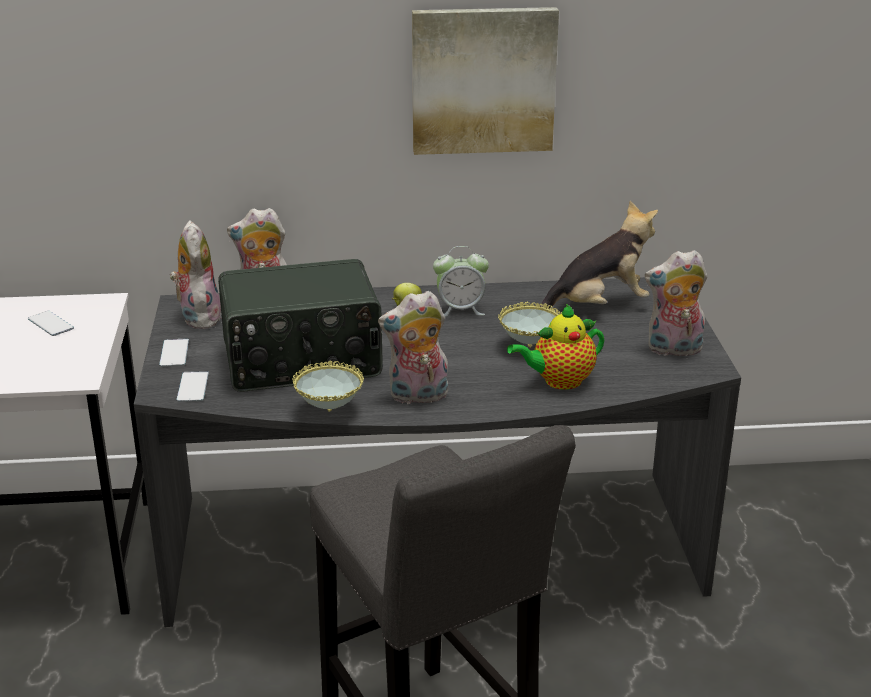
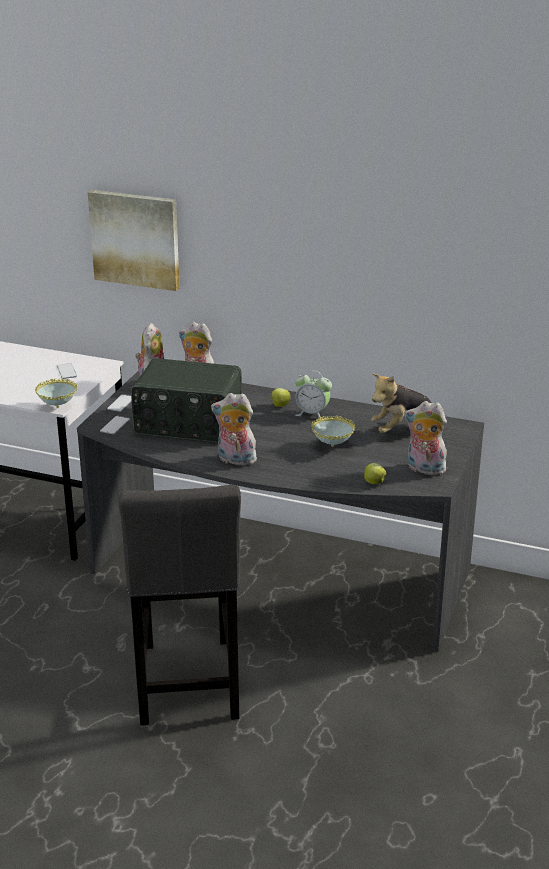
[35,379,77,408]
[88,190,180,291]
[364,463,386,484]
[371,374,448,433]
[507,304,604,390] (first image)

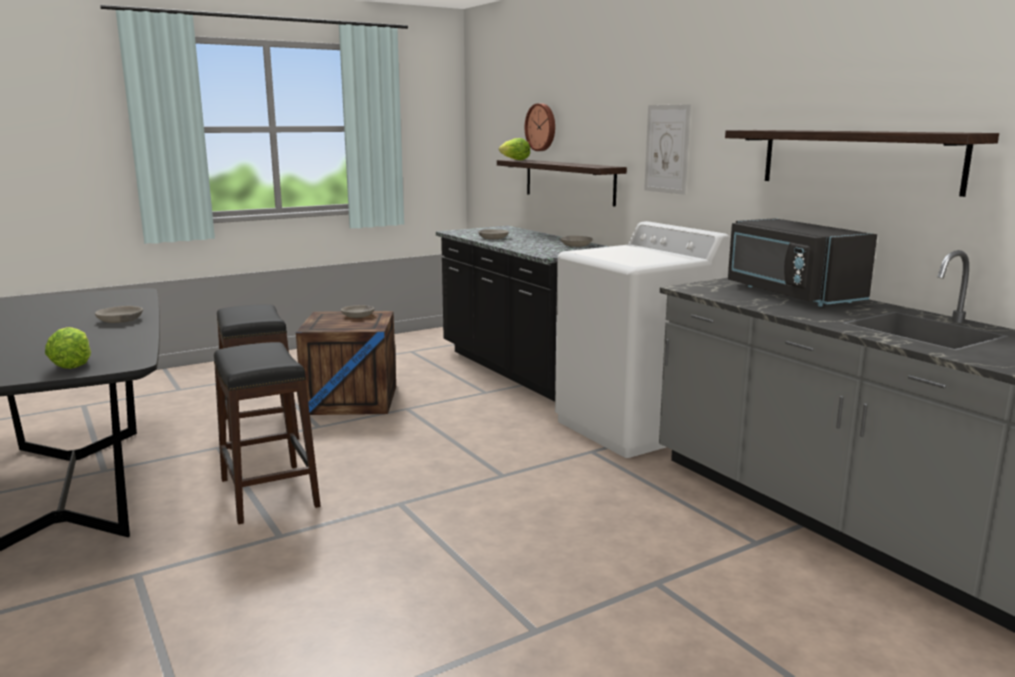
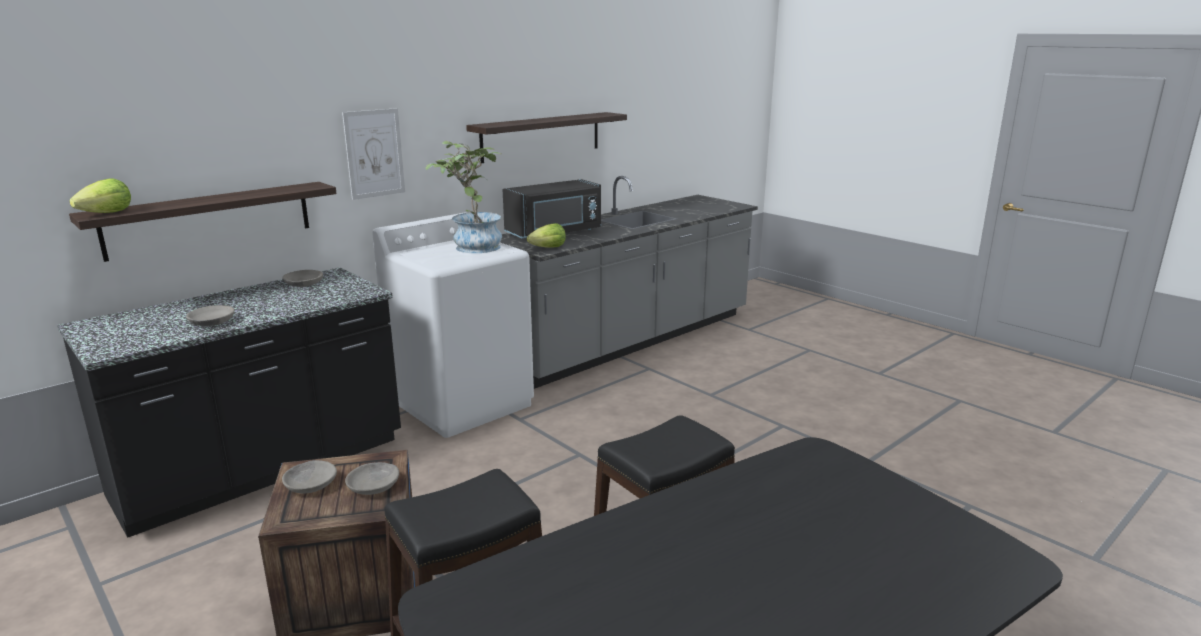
[345,462,399,495]
[426,141,502,253]
[527,223,566,248]
[525,103,555,151] (first image)

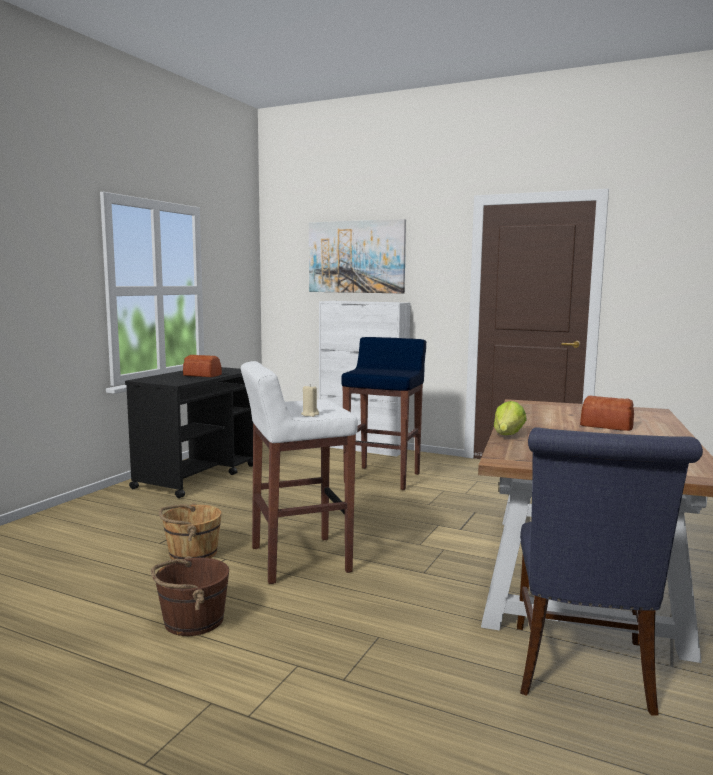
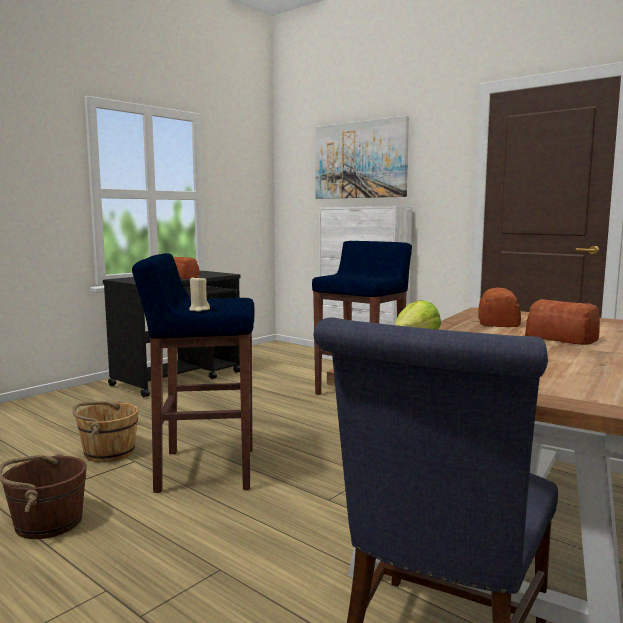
[132,253,255,493]
[478,288,521,327]

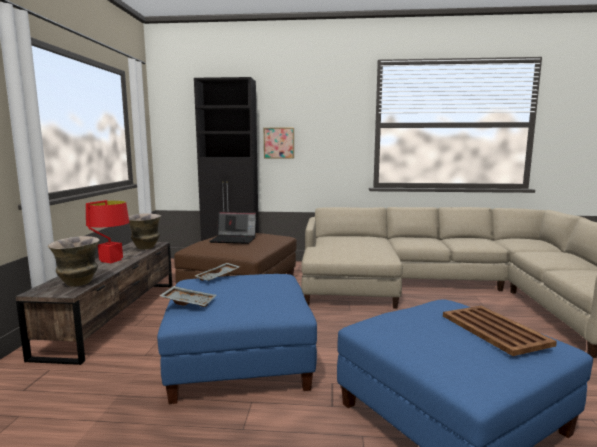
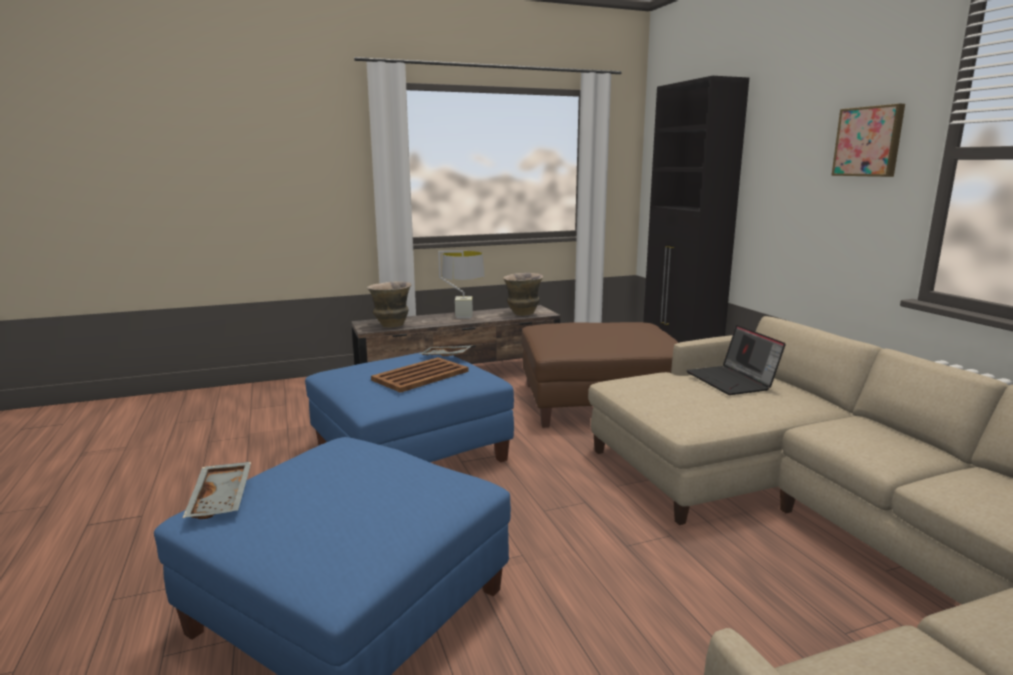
[183,462,251,519]
[371,357,469,393]
[438,251,485,319]
[686,325,786,395]
[831,104,905,177]

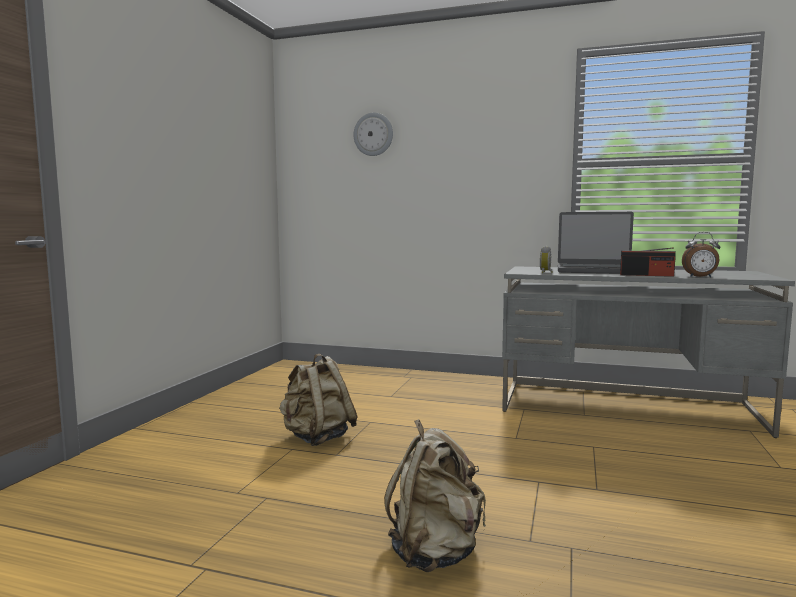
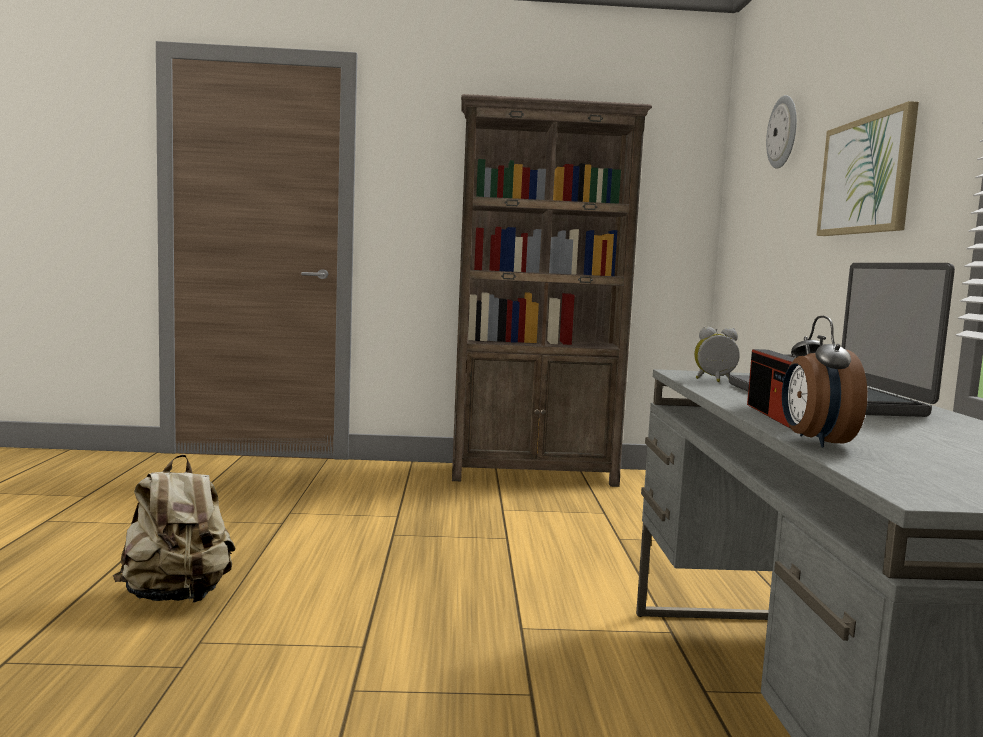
[452,94,652,487]
[816,101,919,236]
[279,354,358,446] (first image)

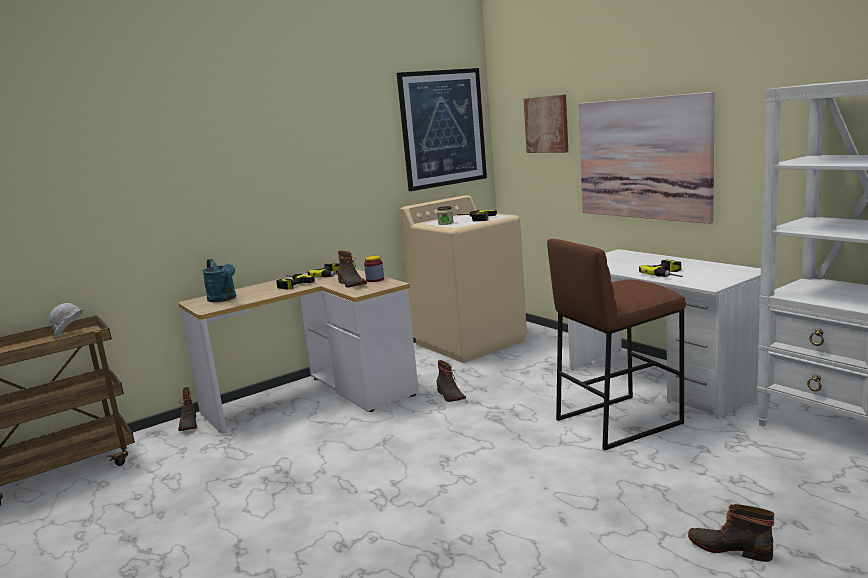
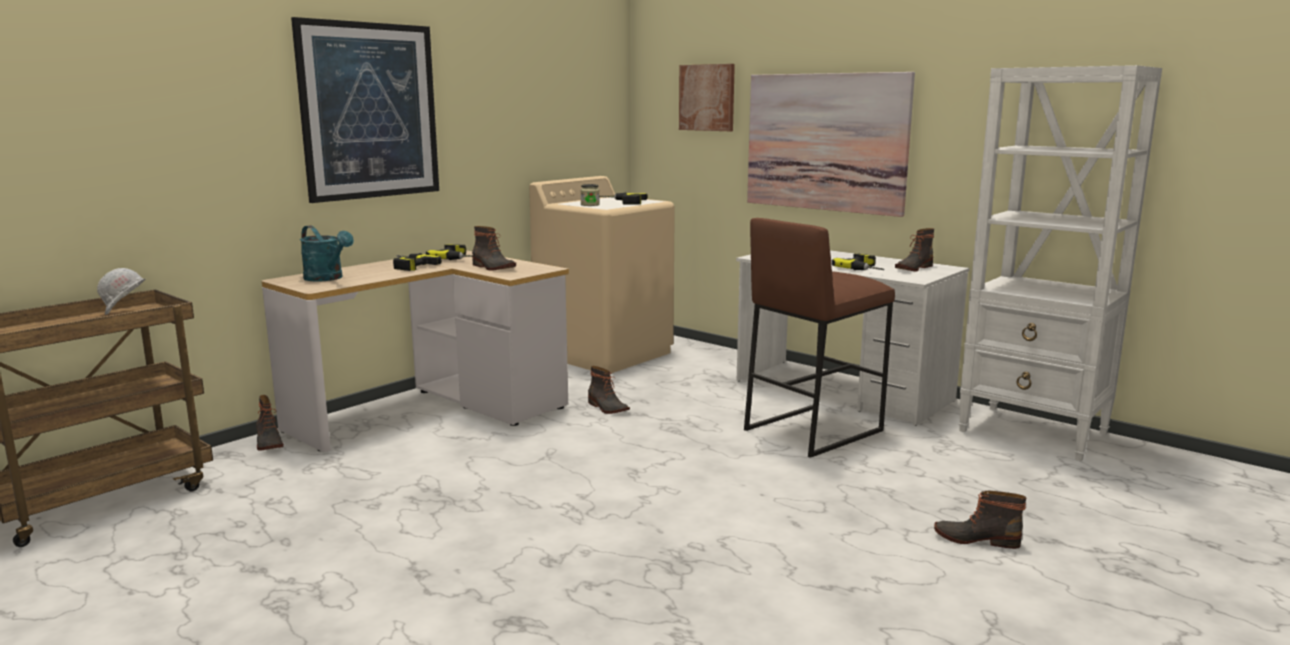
[291,17,439,203]
[895,228,934,271]
[364,256,384,282] (first image)

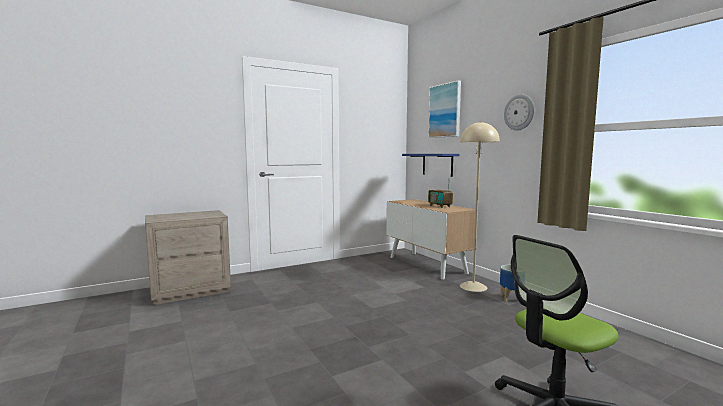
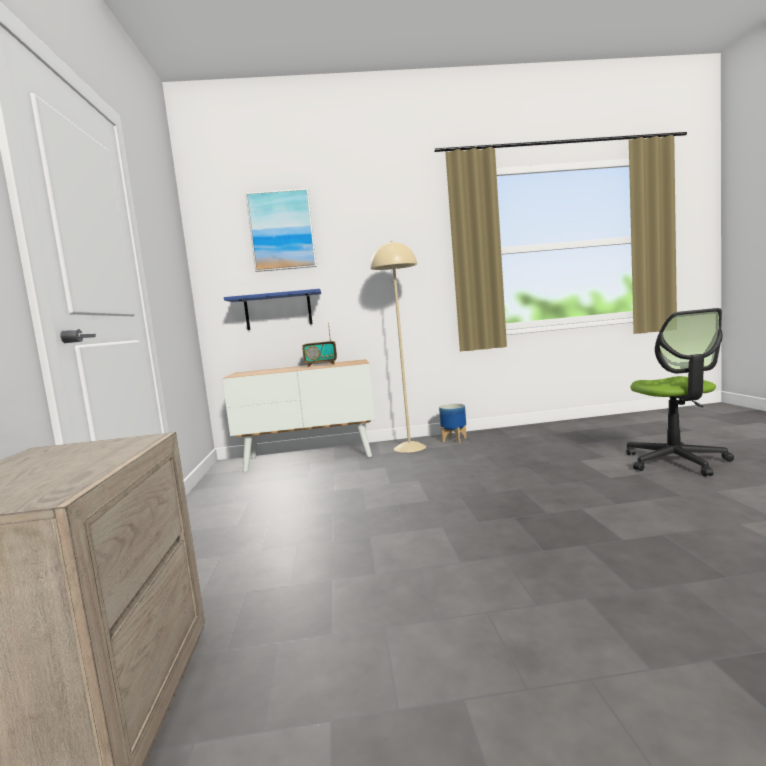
[504,94,534,131] (first image)

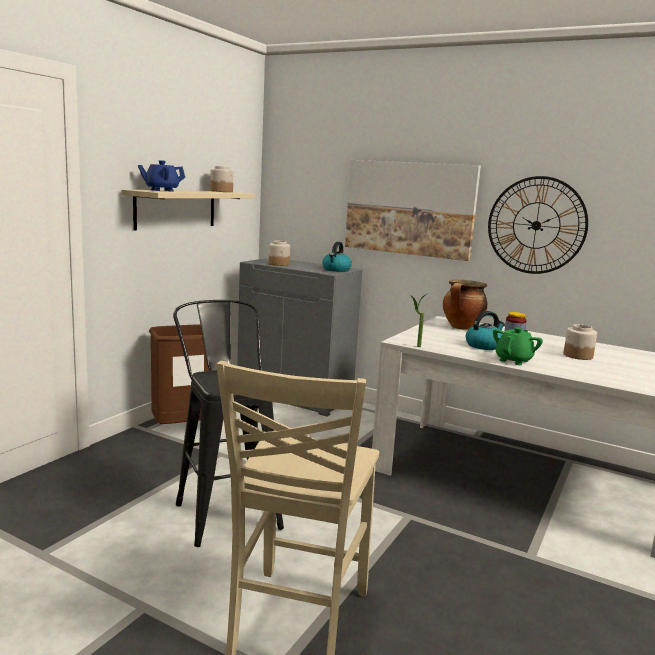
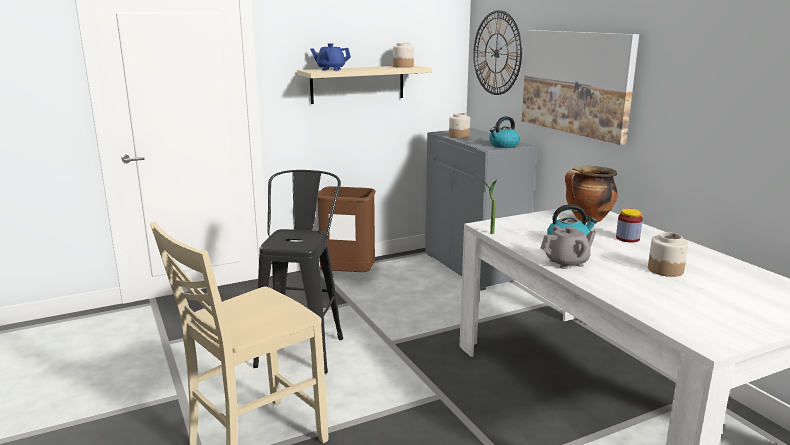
[473,10,522,95]
[541,225,596,269]

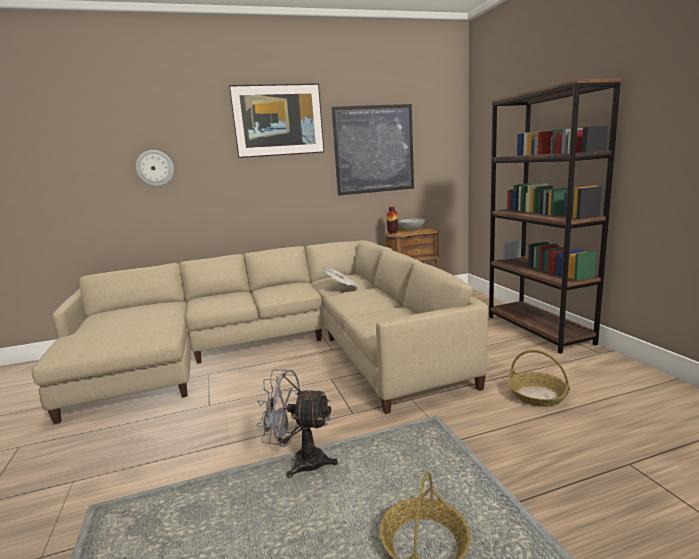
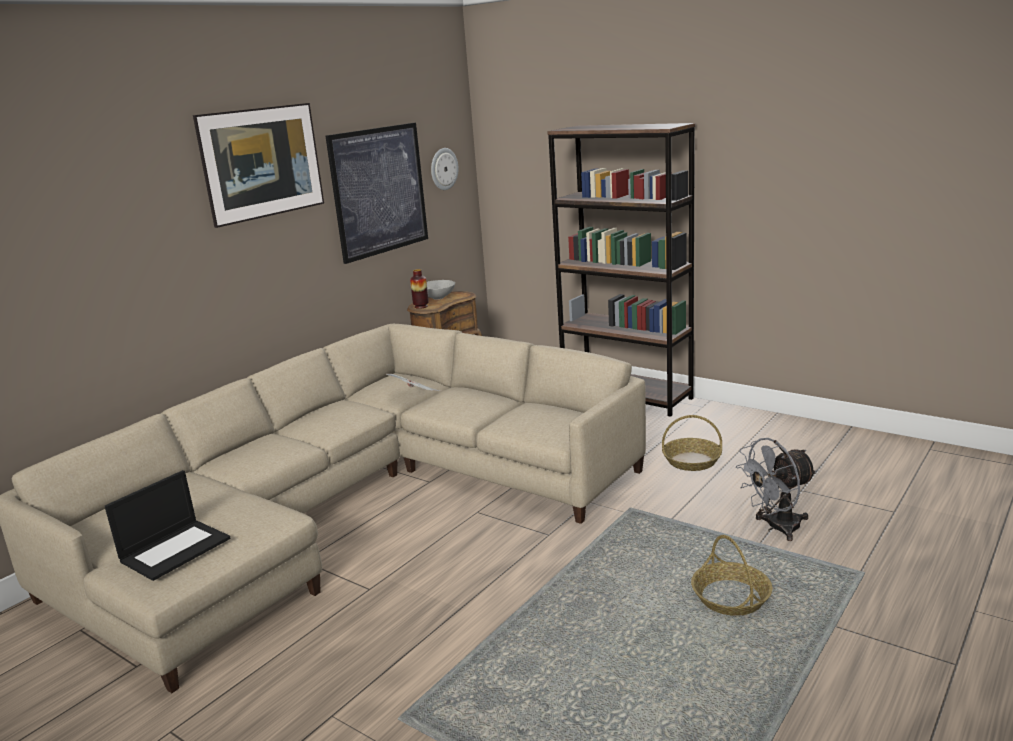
[105,470,231,581]
[431,148,459,190]
[736,438,817,541]

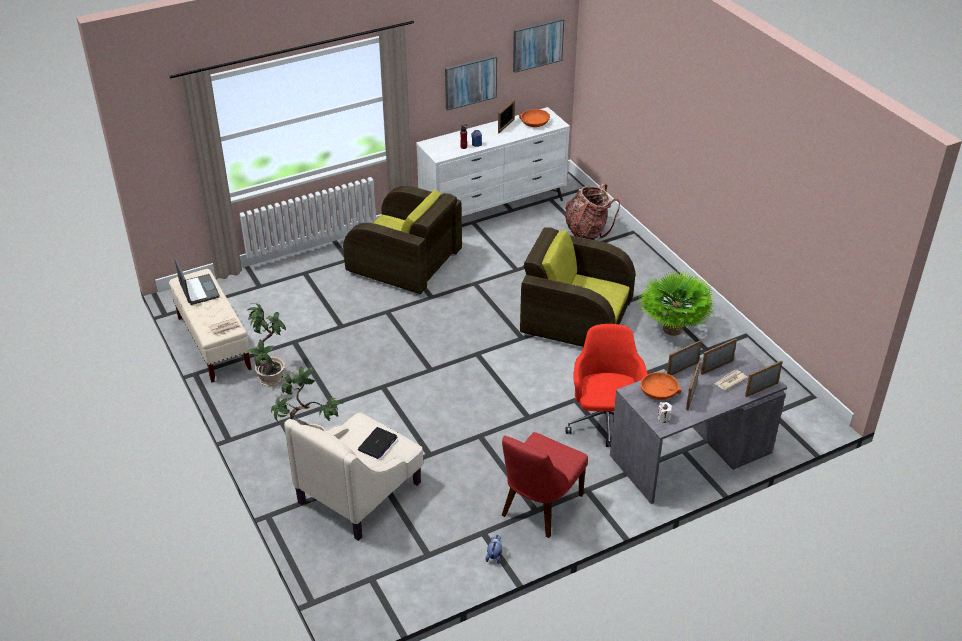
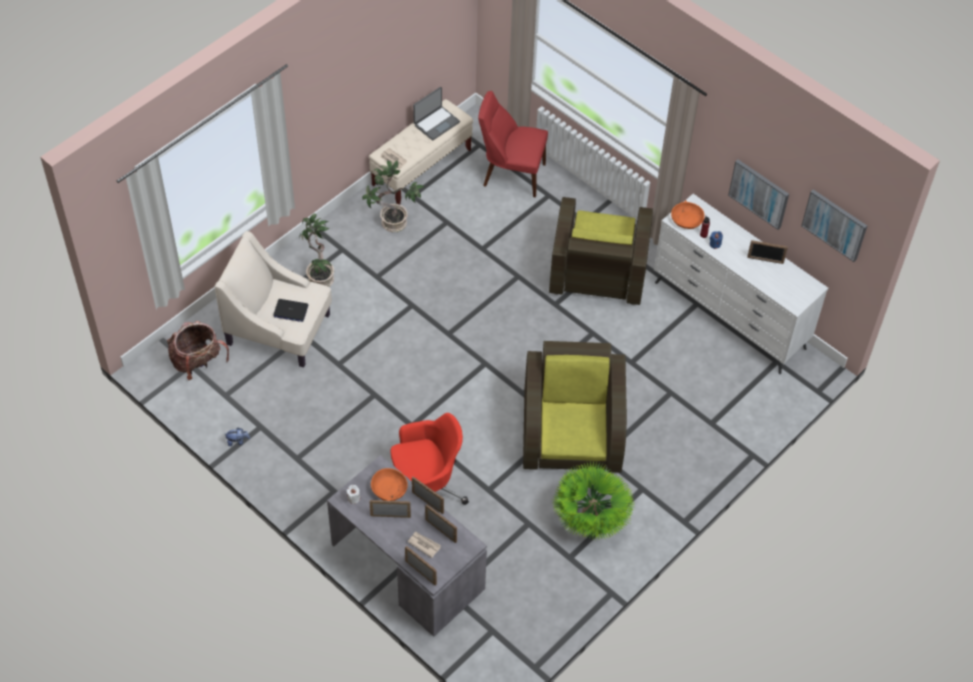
[167,321,229,380]
[478,91,548,198]
[671,200,705,229]

